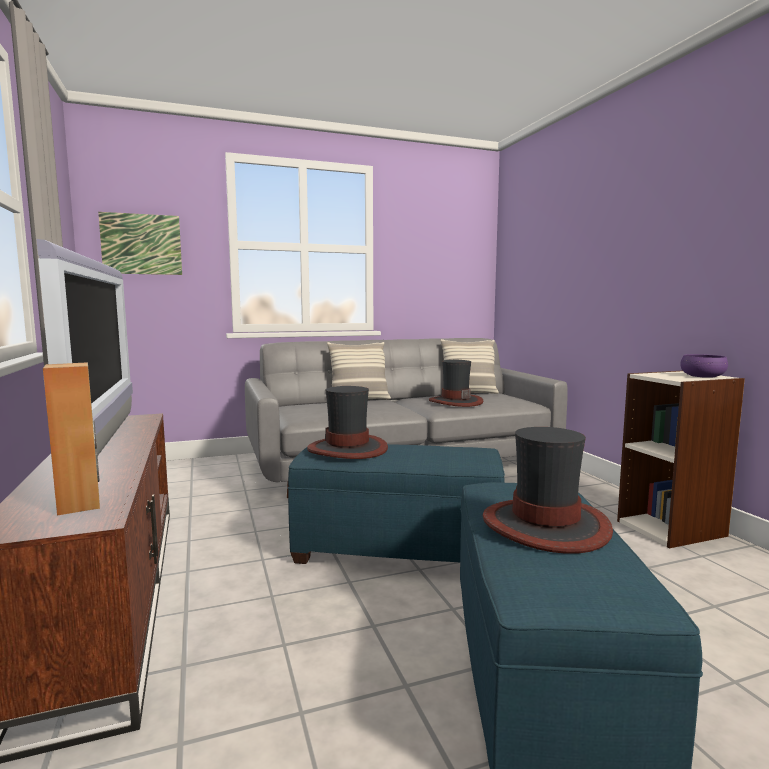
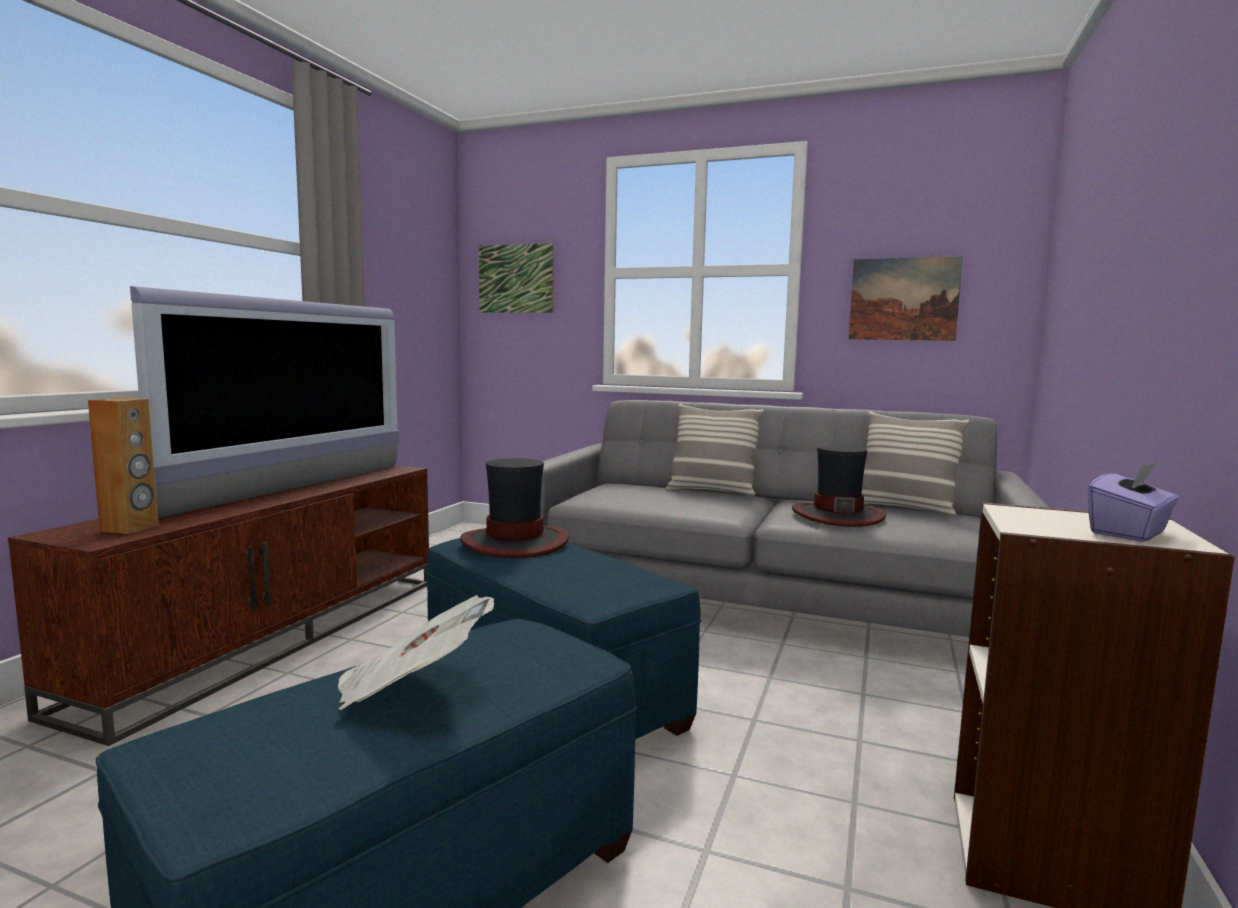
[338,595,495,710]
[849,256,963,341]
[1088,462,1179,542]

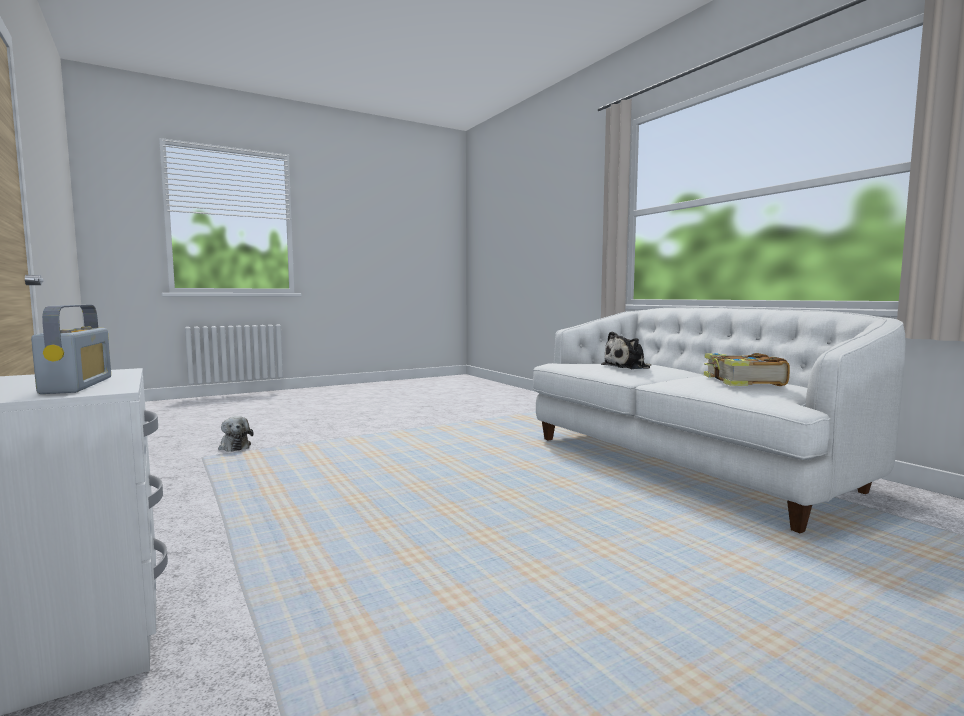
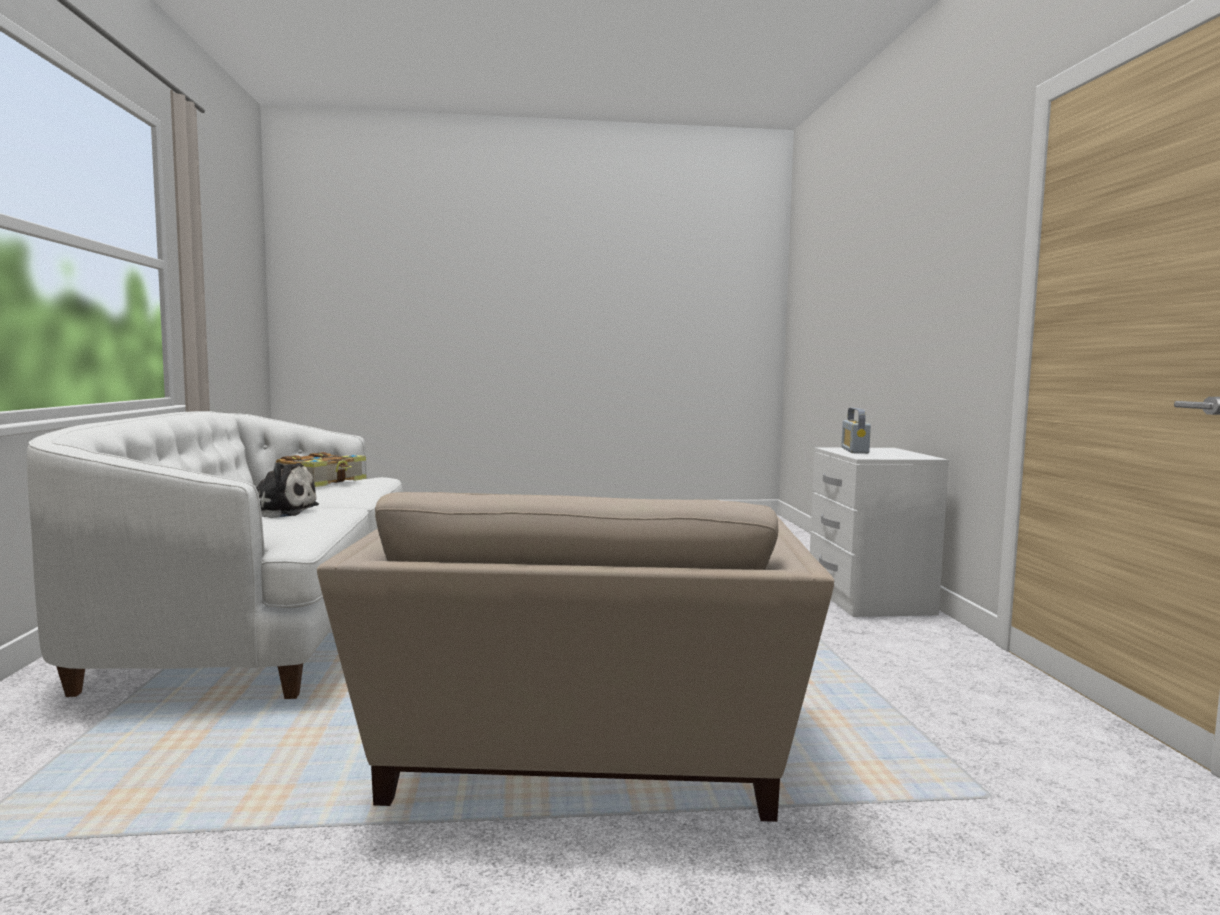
[317,492,834,822]
[218,416,254,451] (first image)

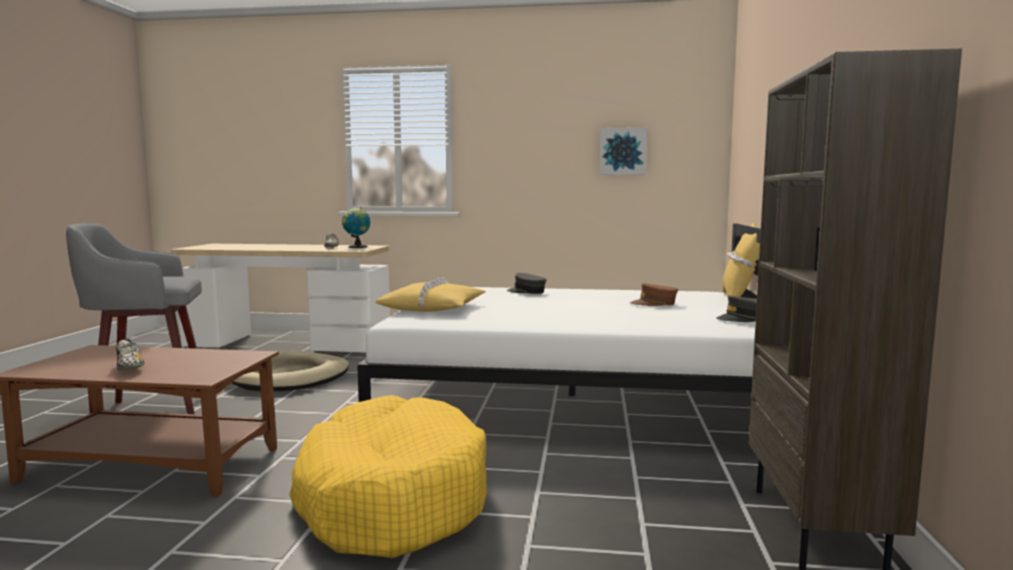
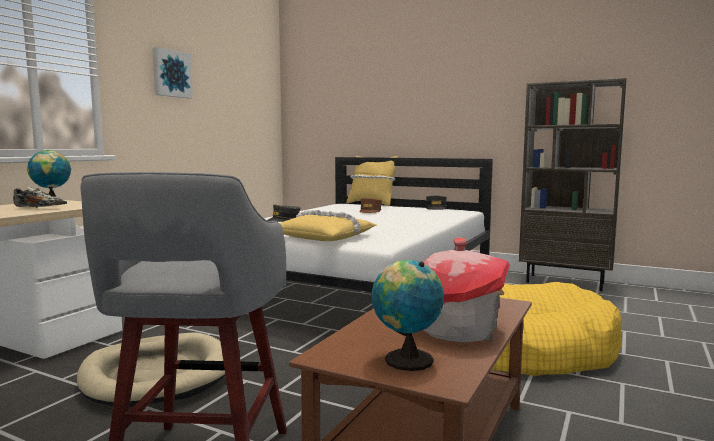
[152,47,193,99]
[372,260,444,371]
[424,238,510,342]

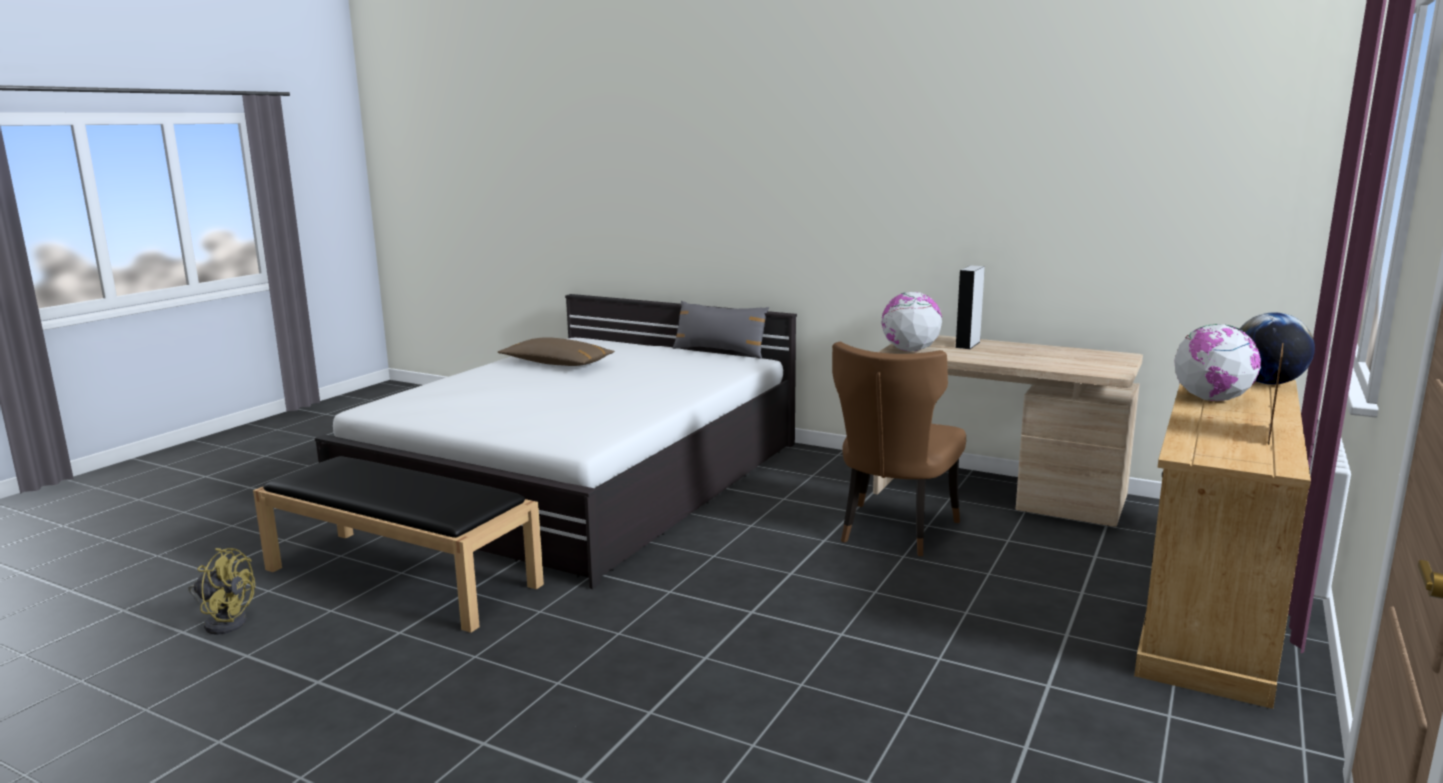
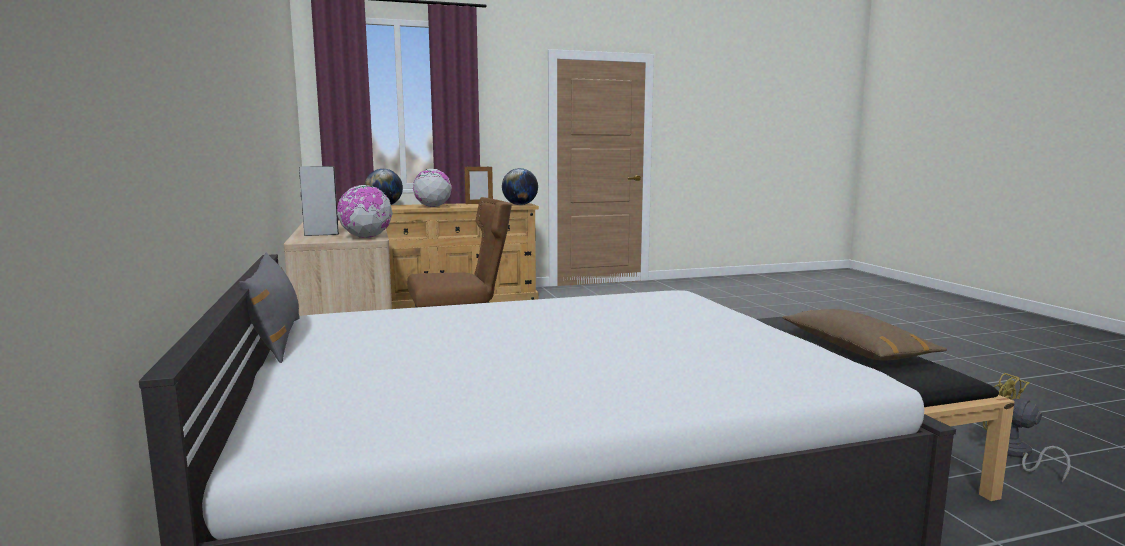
[502,168,538,205]
[782,309,947,361]

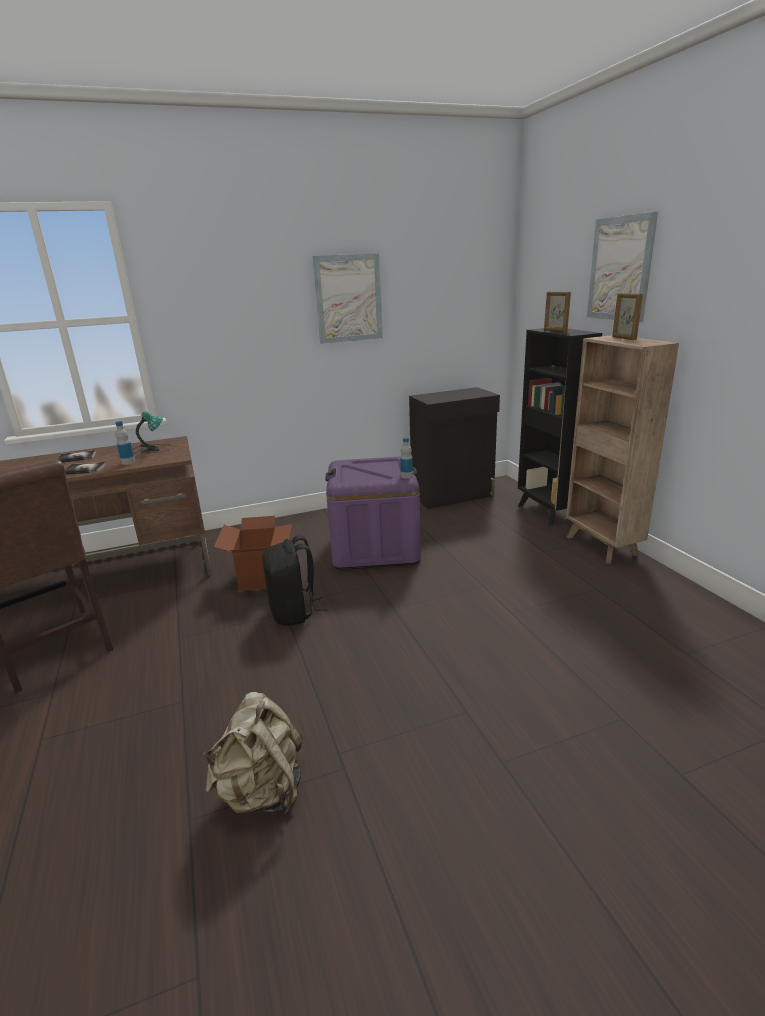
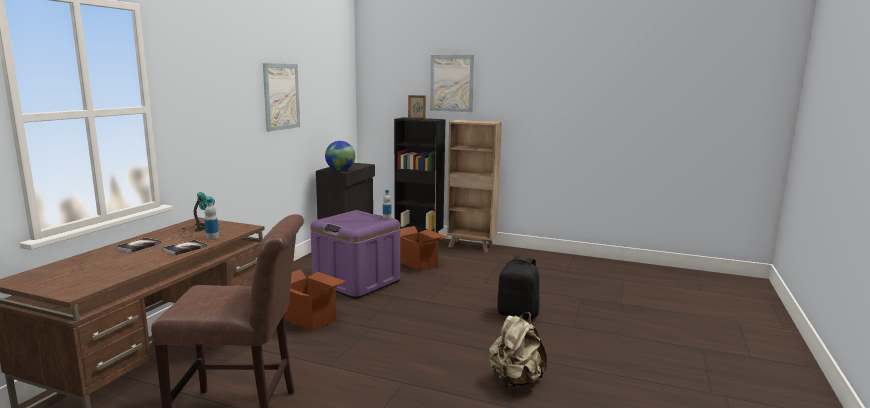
[325,141,355,171]
[400,226,447,271]
[497,256,540,320]
[612,293,643,340] (first image)

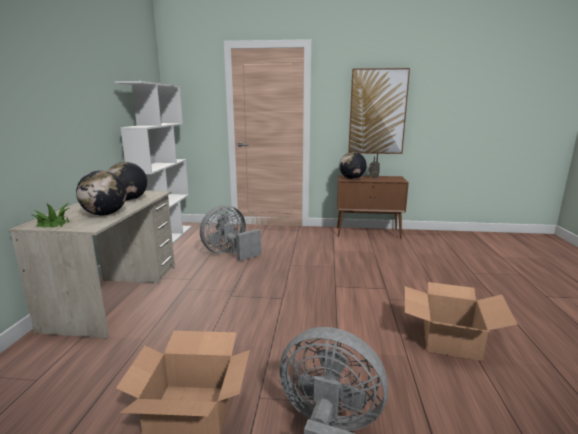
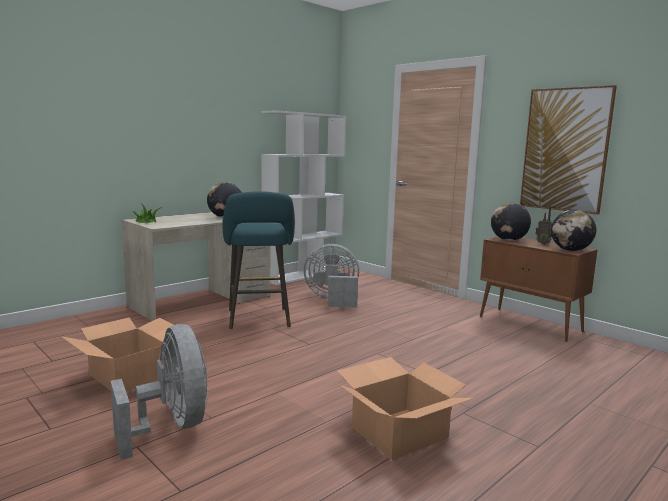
[222,191,295,329]
[551,210,597,251]

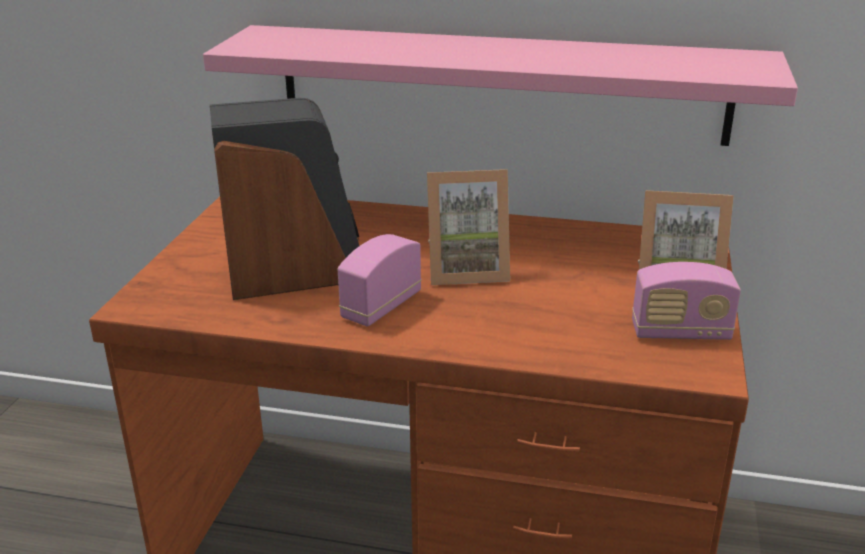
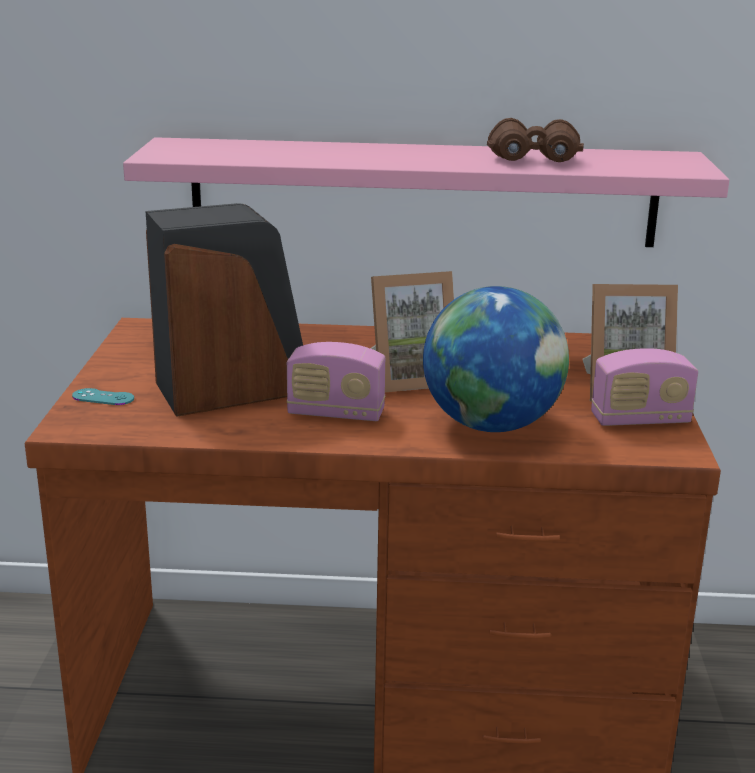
[72,388,134,405]
[287,342,385,421]
[423,286,569,432]
[487,118,584,162]

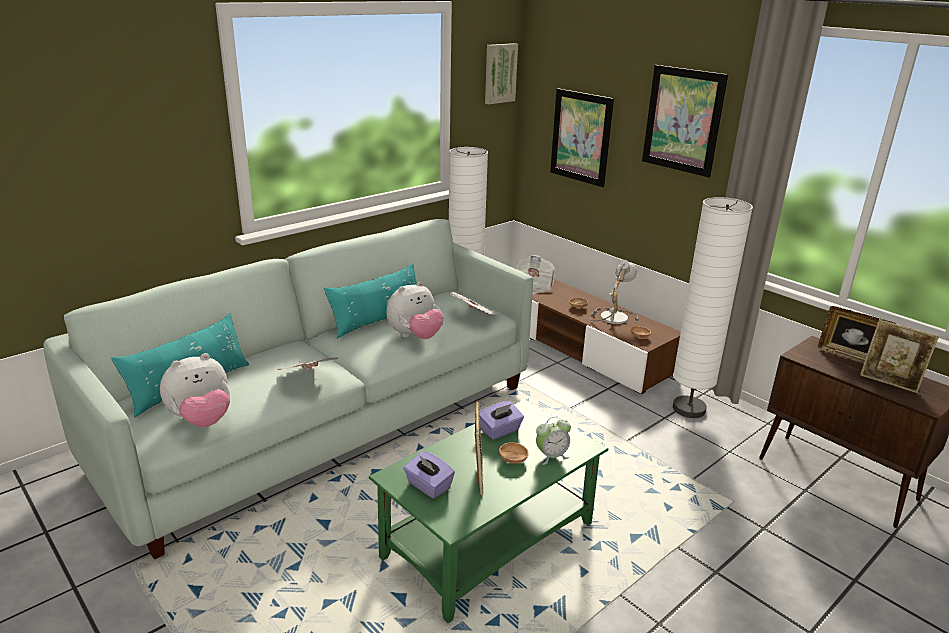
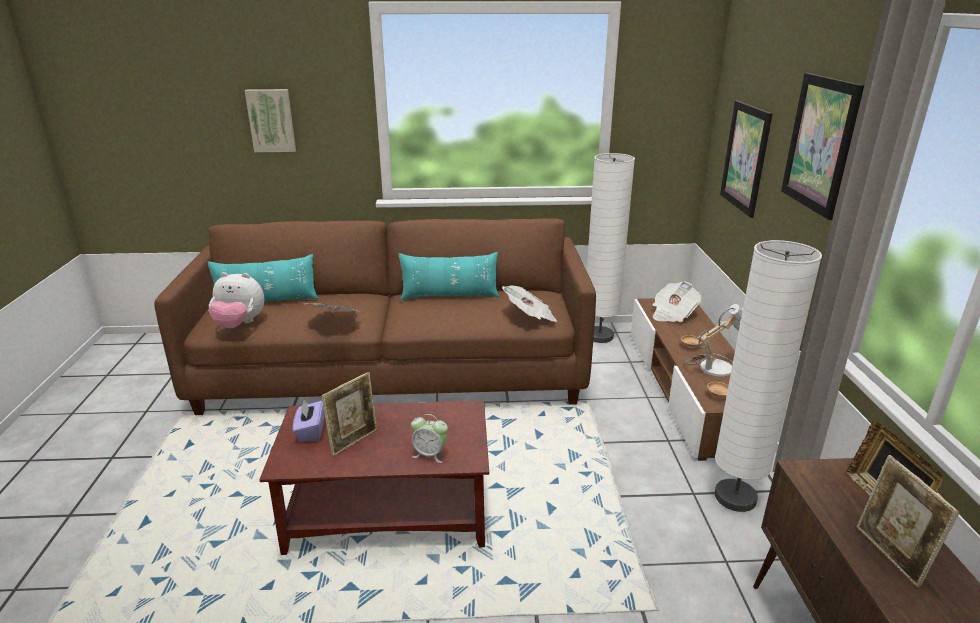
[154,218,596,415]
[245,89,296,152]
[259,401,489,555]
[387,281,444,339] (first image)
[479,401,524,440] (first image)
[499,442,529,464] (first image)

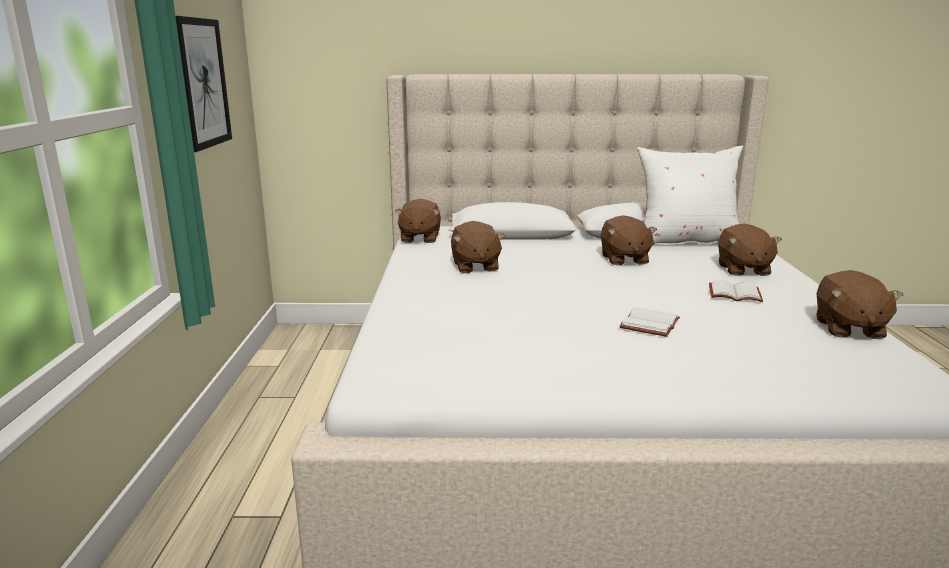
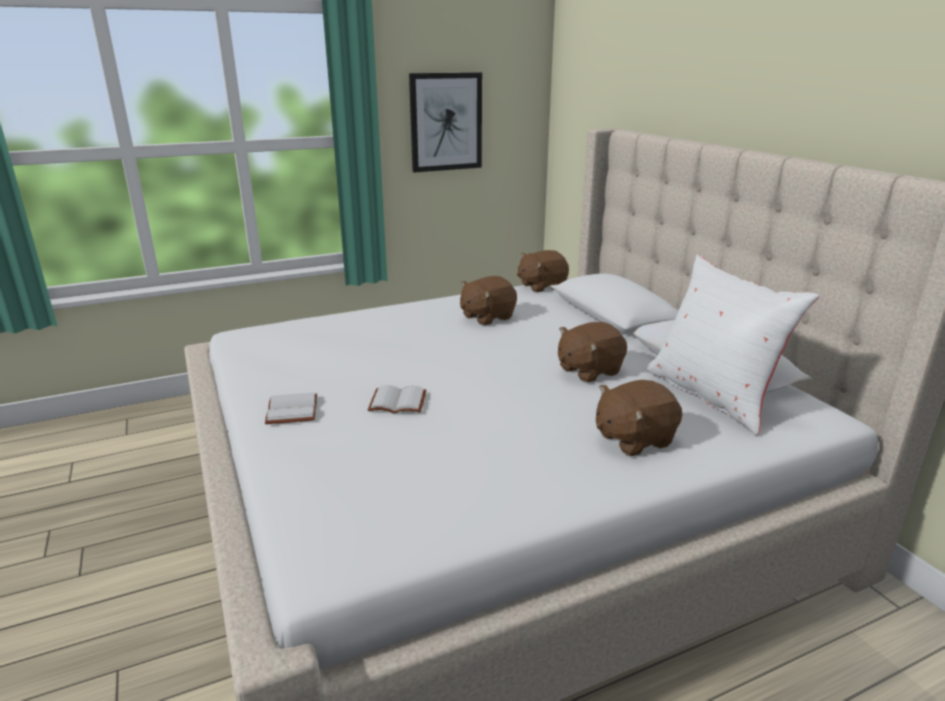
[265,393,317,424]
[816,270,903,339] (first image)

